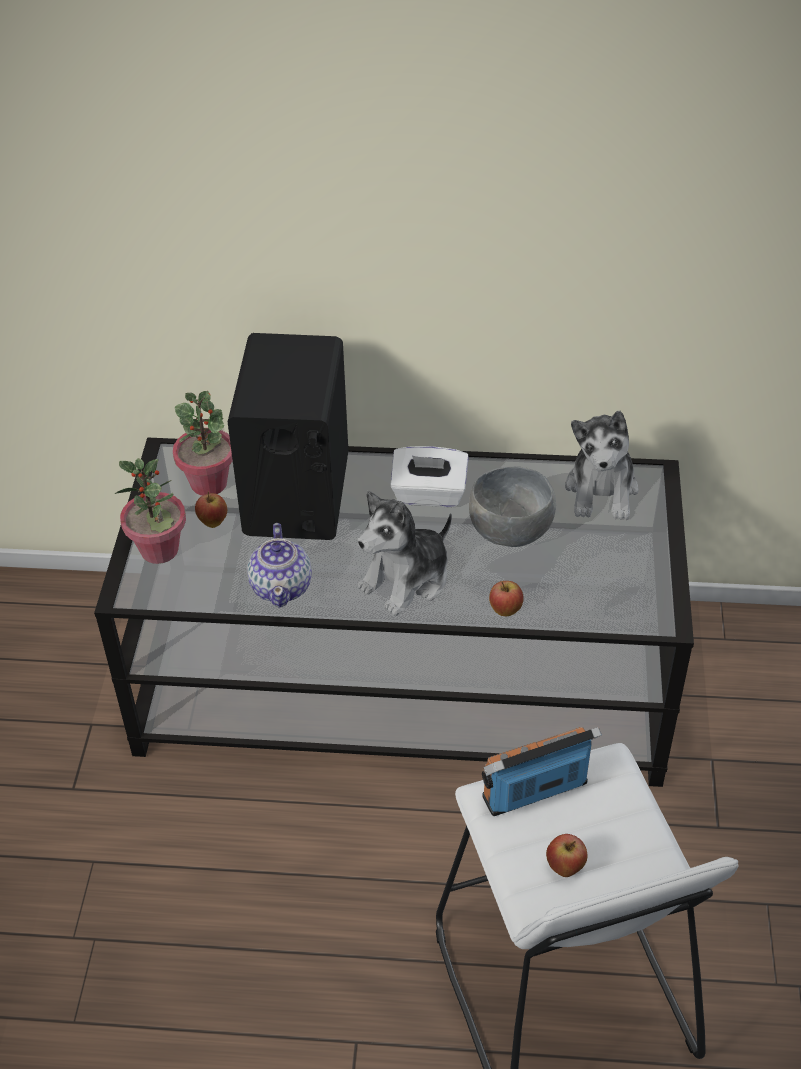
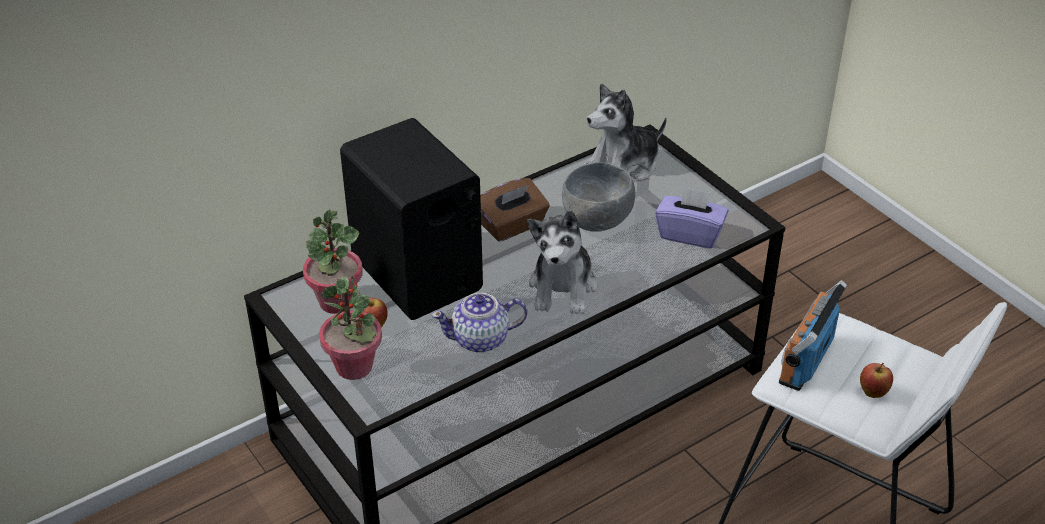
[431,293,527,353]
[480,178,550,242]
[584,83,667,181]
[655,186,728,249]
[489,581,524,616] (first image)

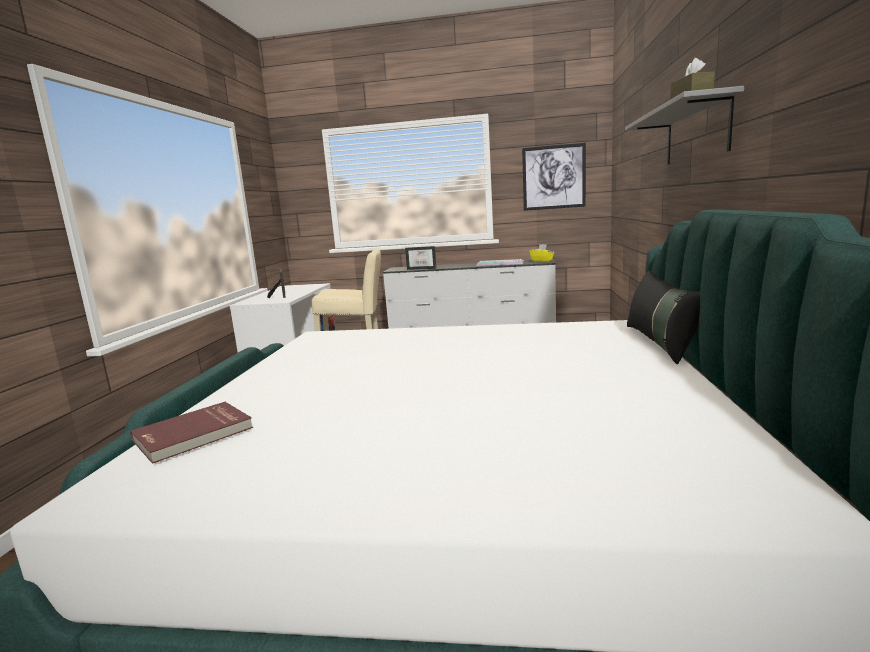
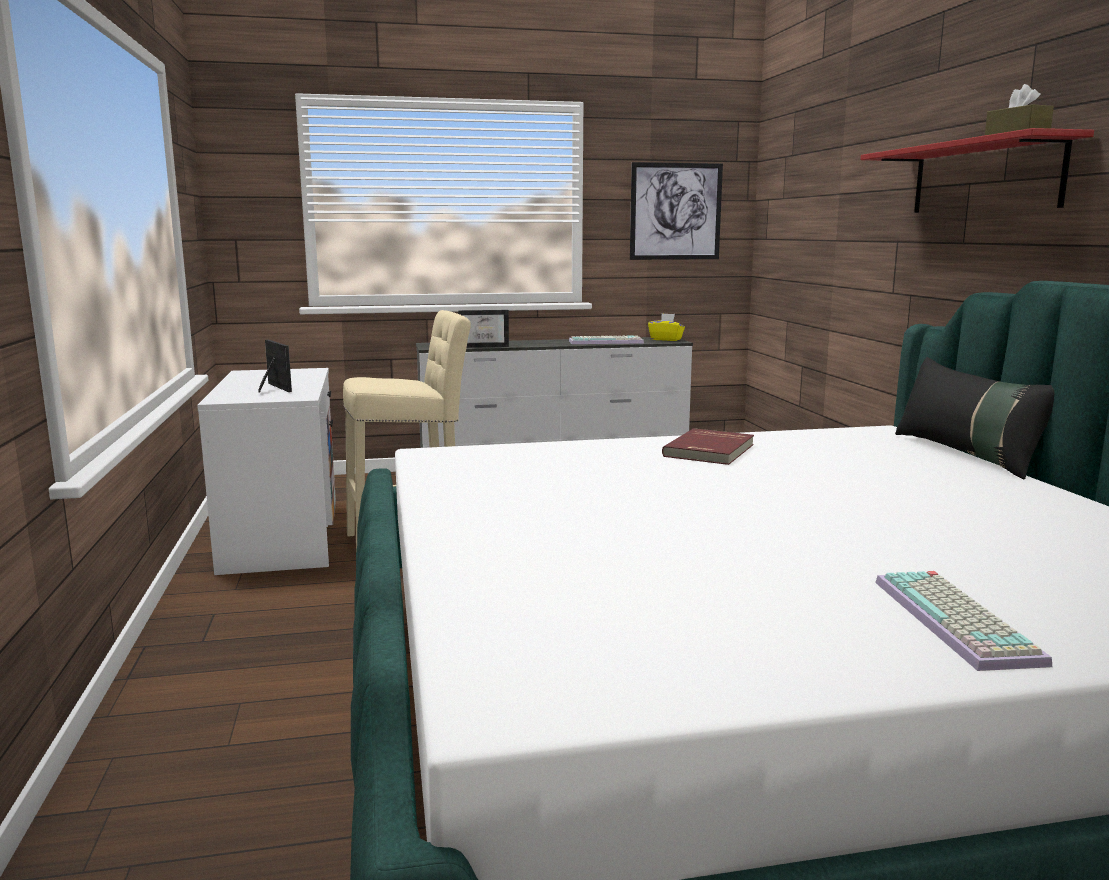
[662,428,754,465]
[860,128,1094,213]
[875,571,1052,671]

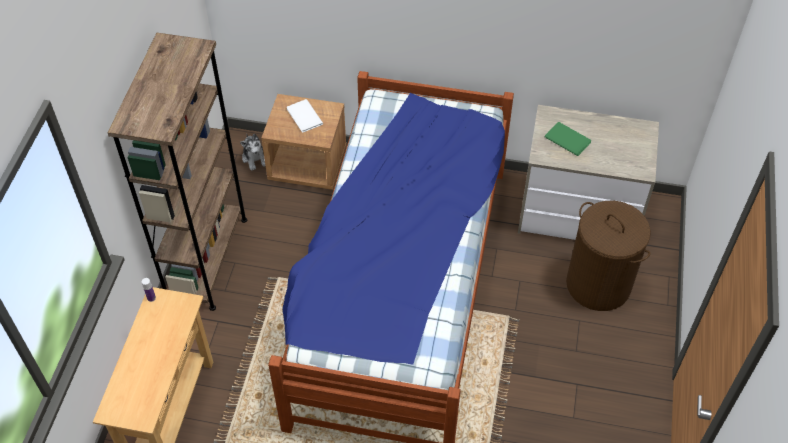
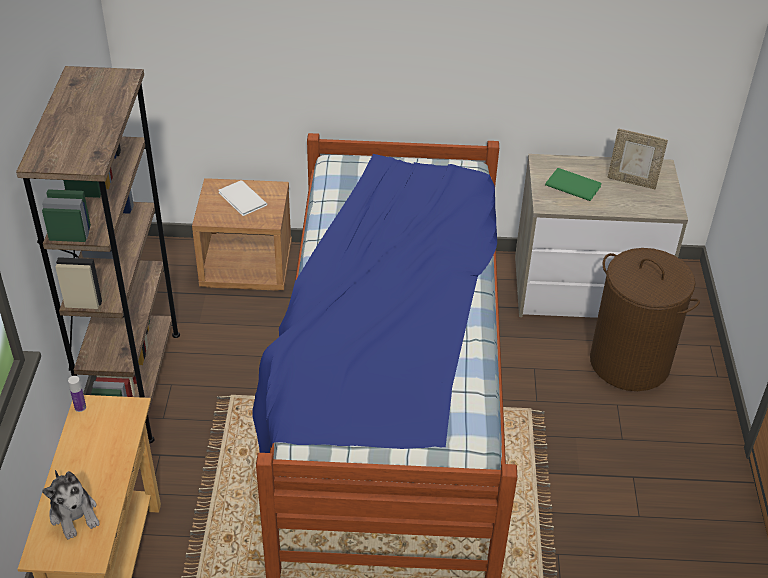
[42,470,100,540]
[607,128,668,189]

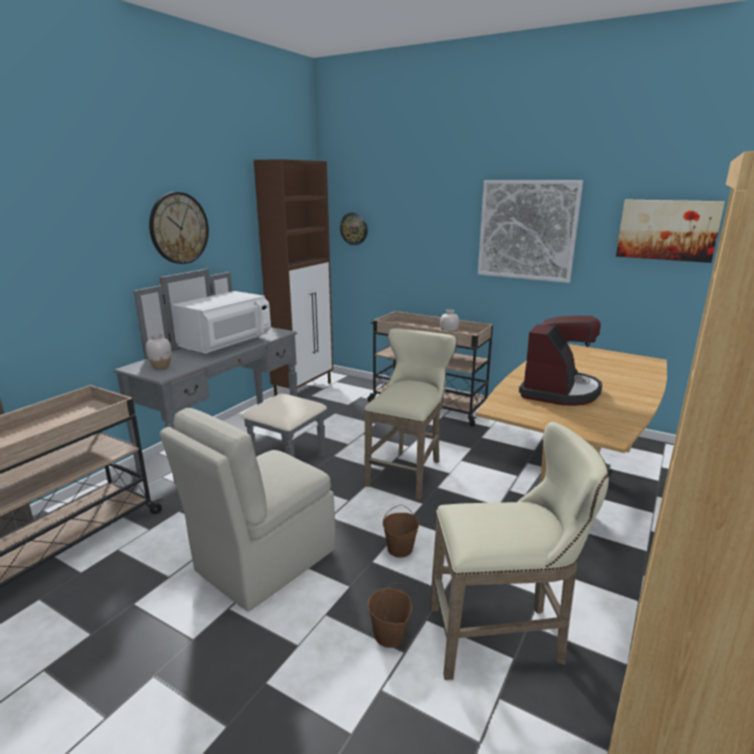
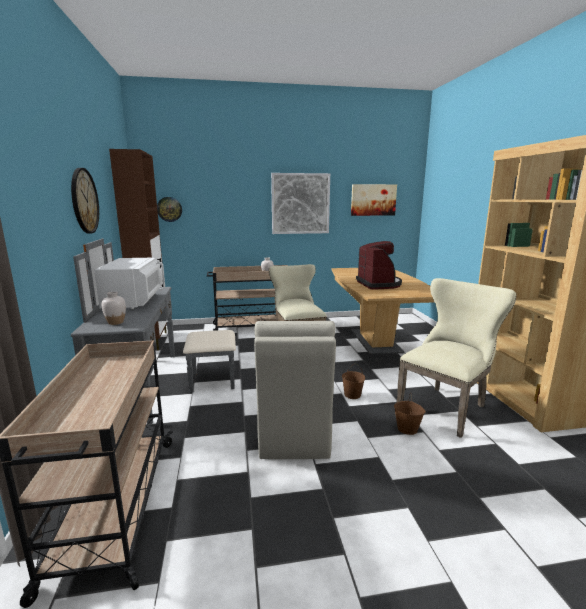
[396,278,516,438]

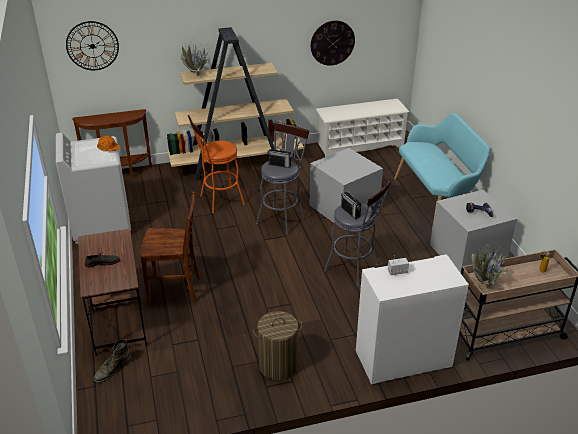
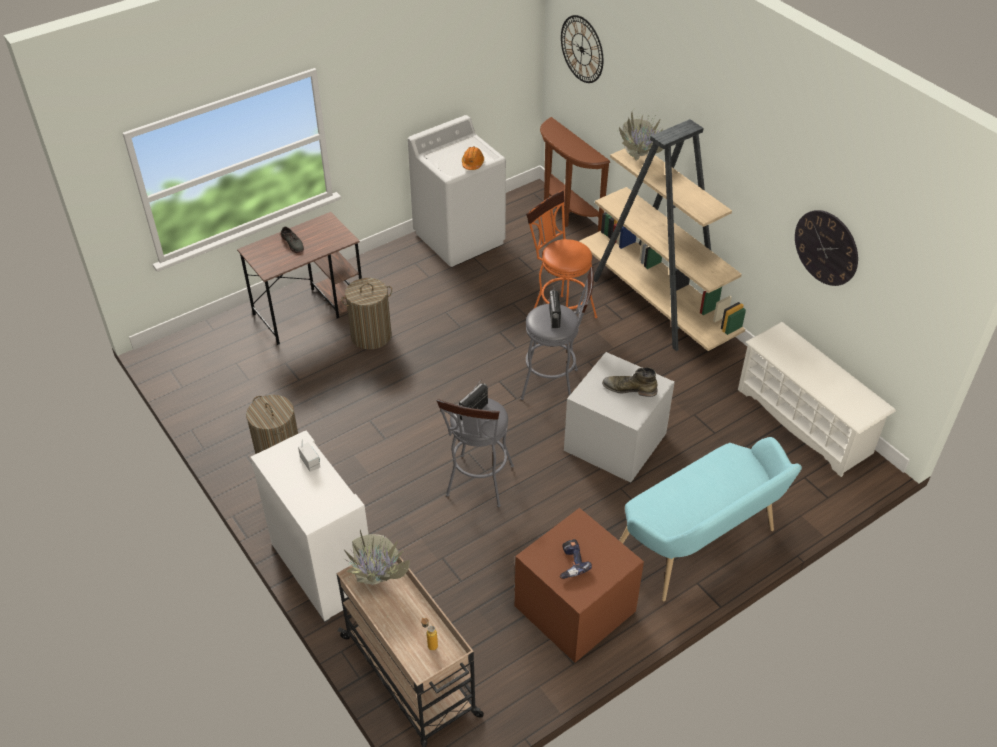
[341,278,392,350]
[515,508,644,663]
[602,367,658,397]

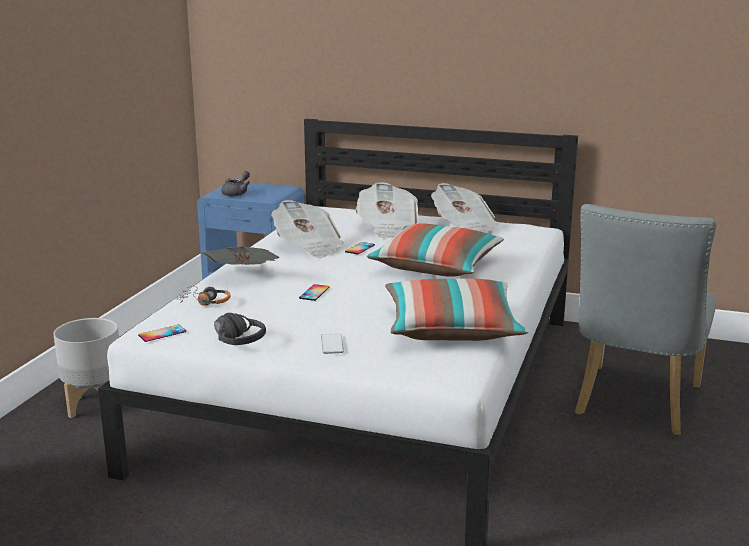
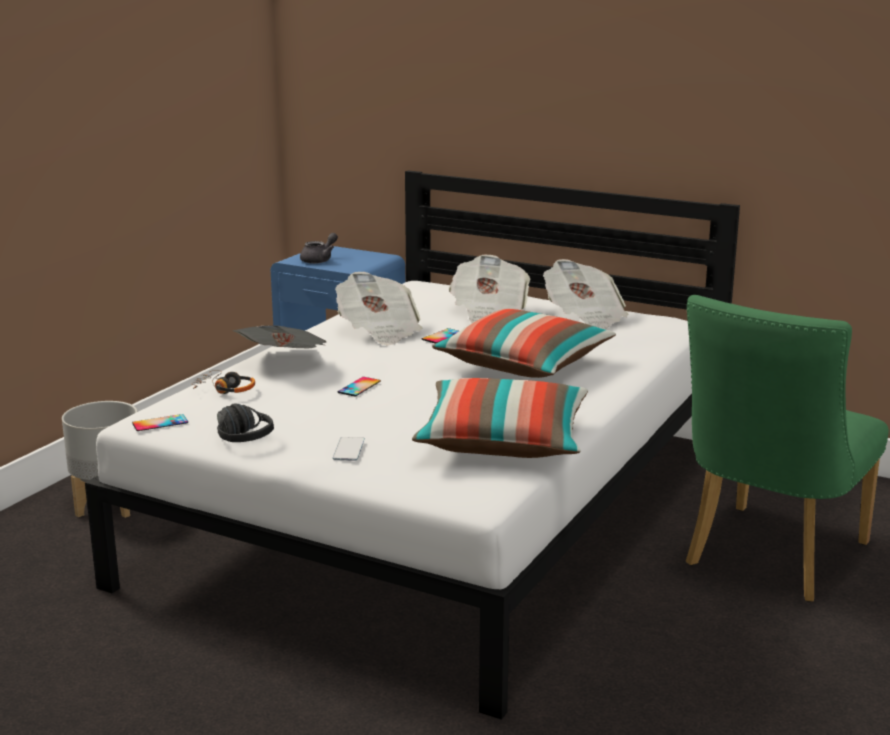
[686,295,889,602]

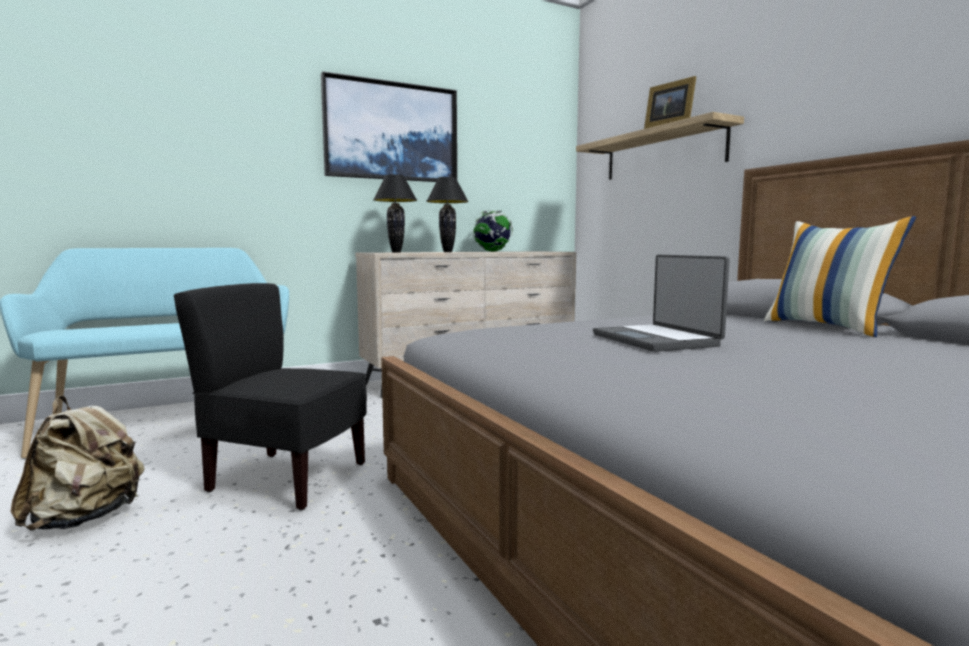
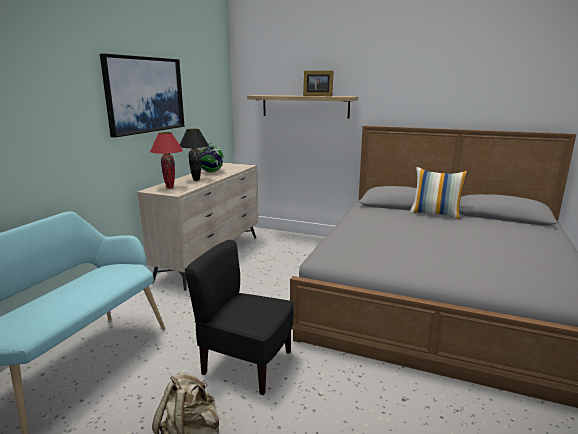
[150,132,183,188]
[185,240,294,395]
[593,255,730,352] (first image)

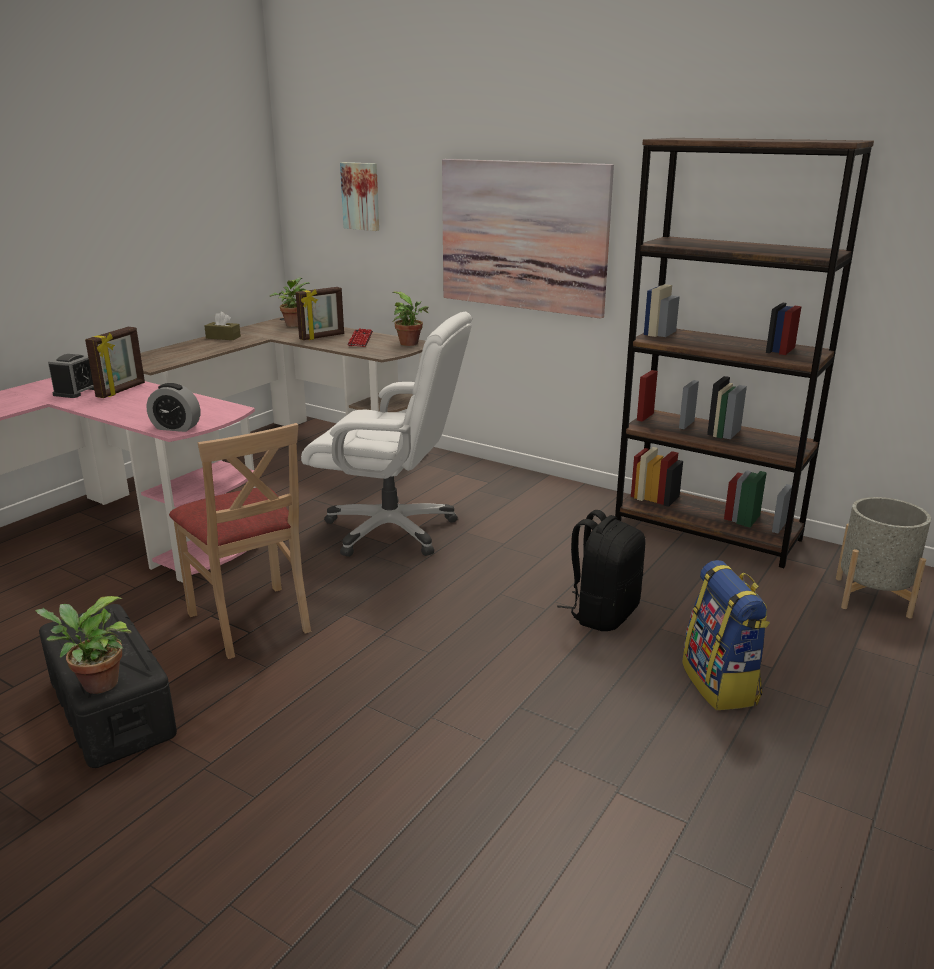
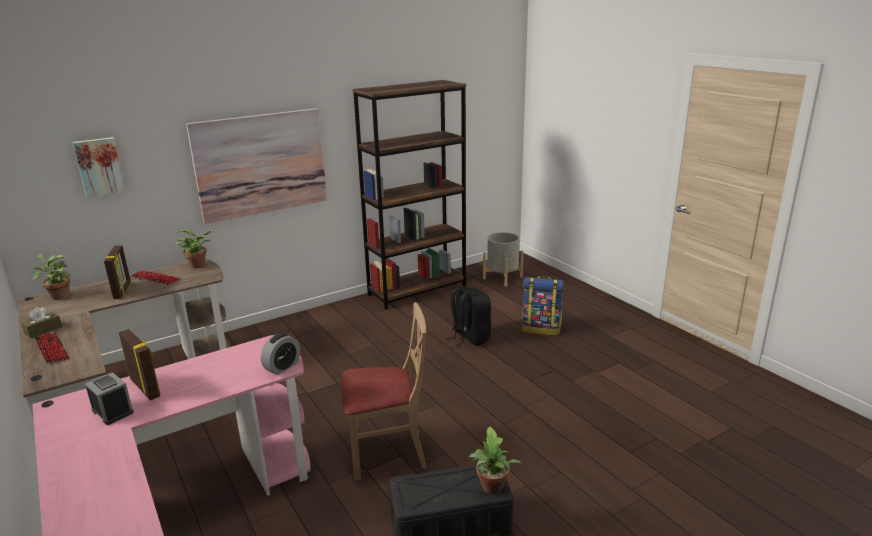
[35,332,69,364]
[301,312,472,557] (first image)

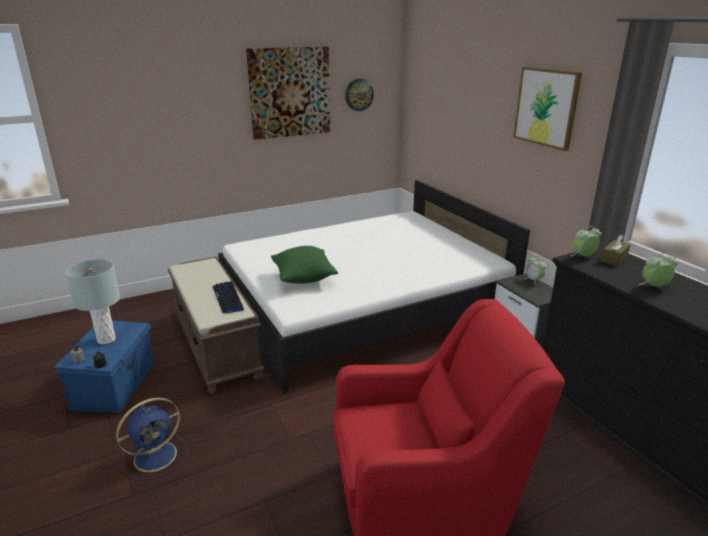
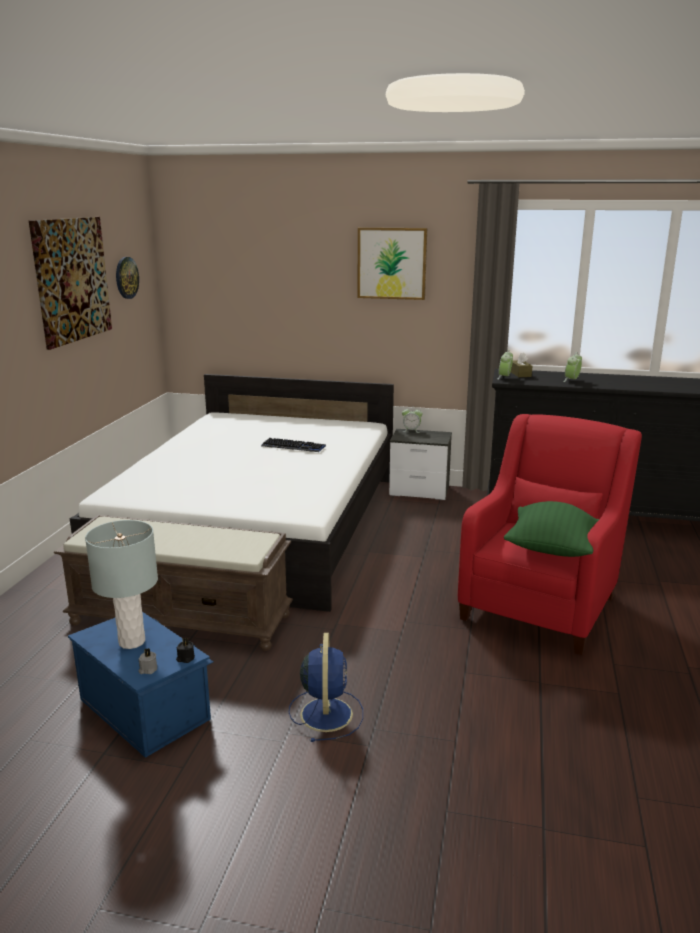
[261,438,326,452]
[504,501,599,557]

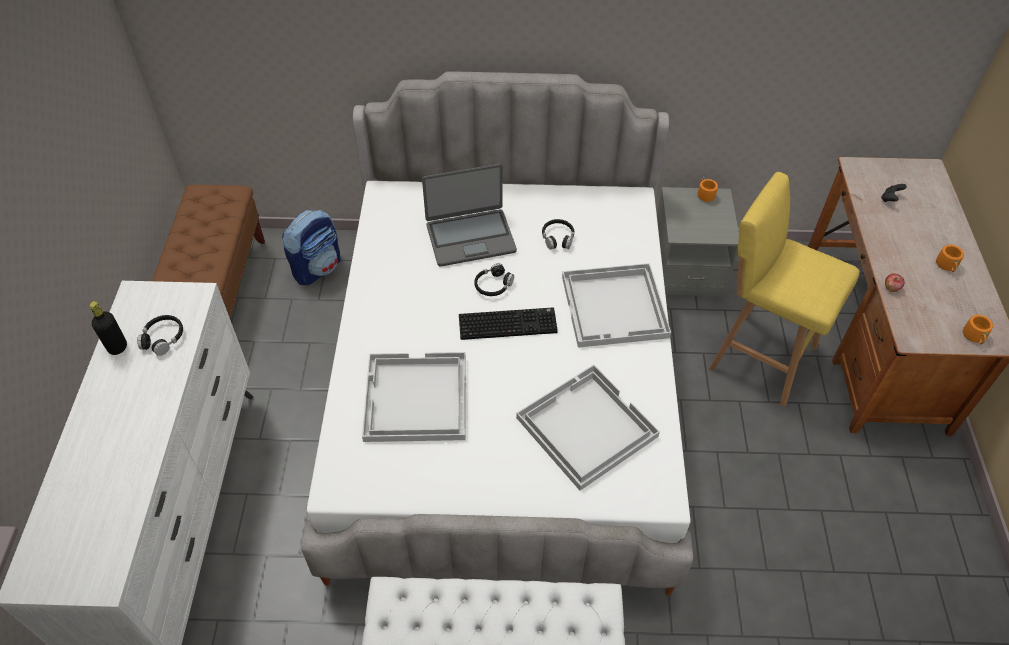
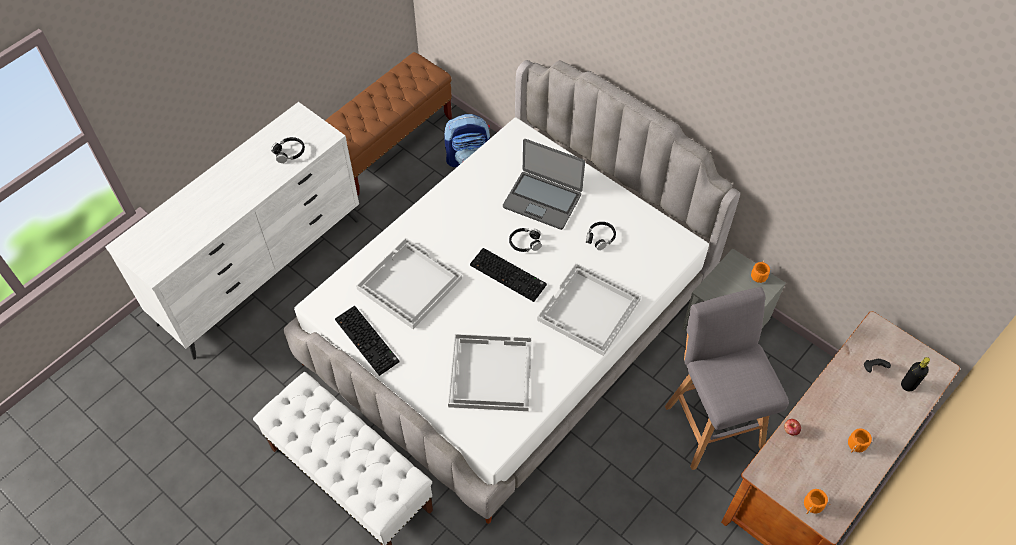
[335,306,400,376]
[665,287,789,470]
[901,357,930,391]

